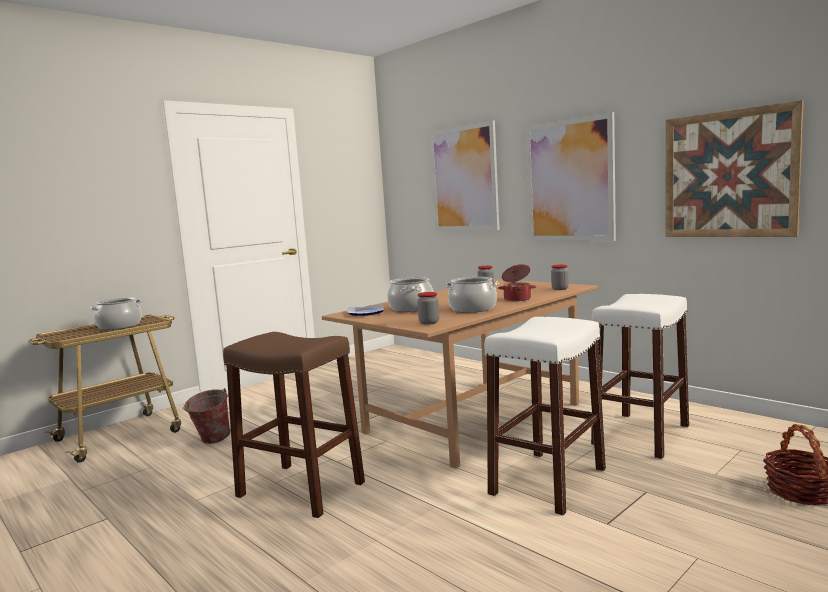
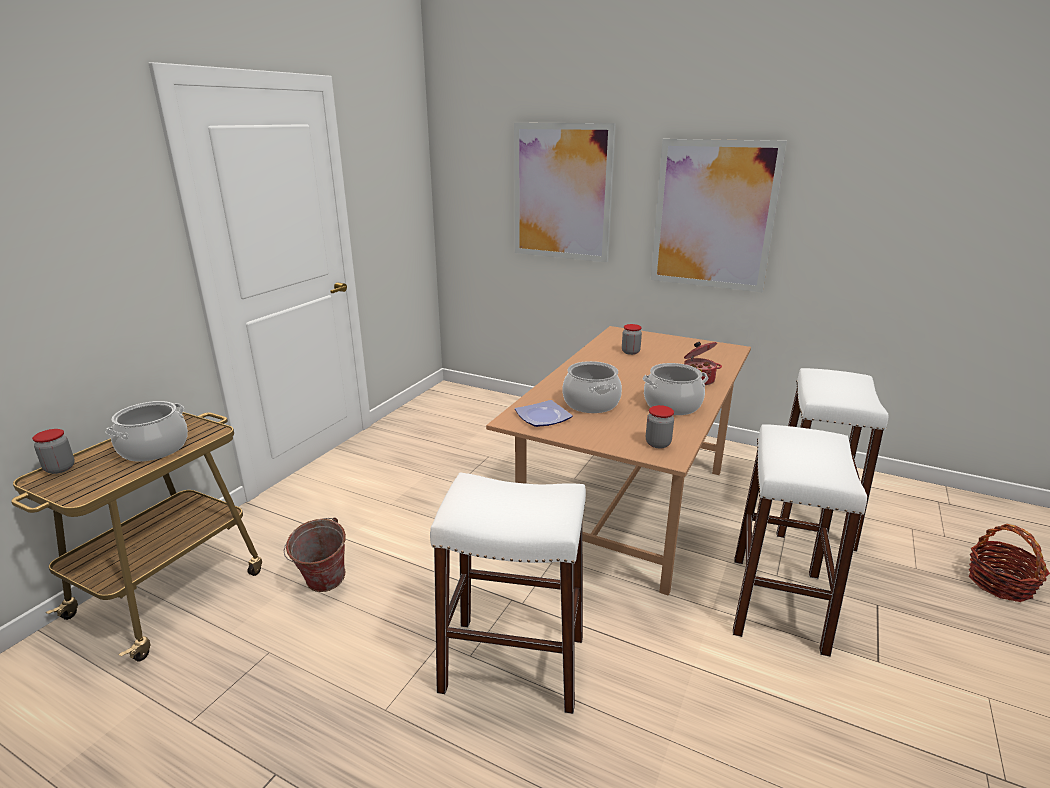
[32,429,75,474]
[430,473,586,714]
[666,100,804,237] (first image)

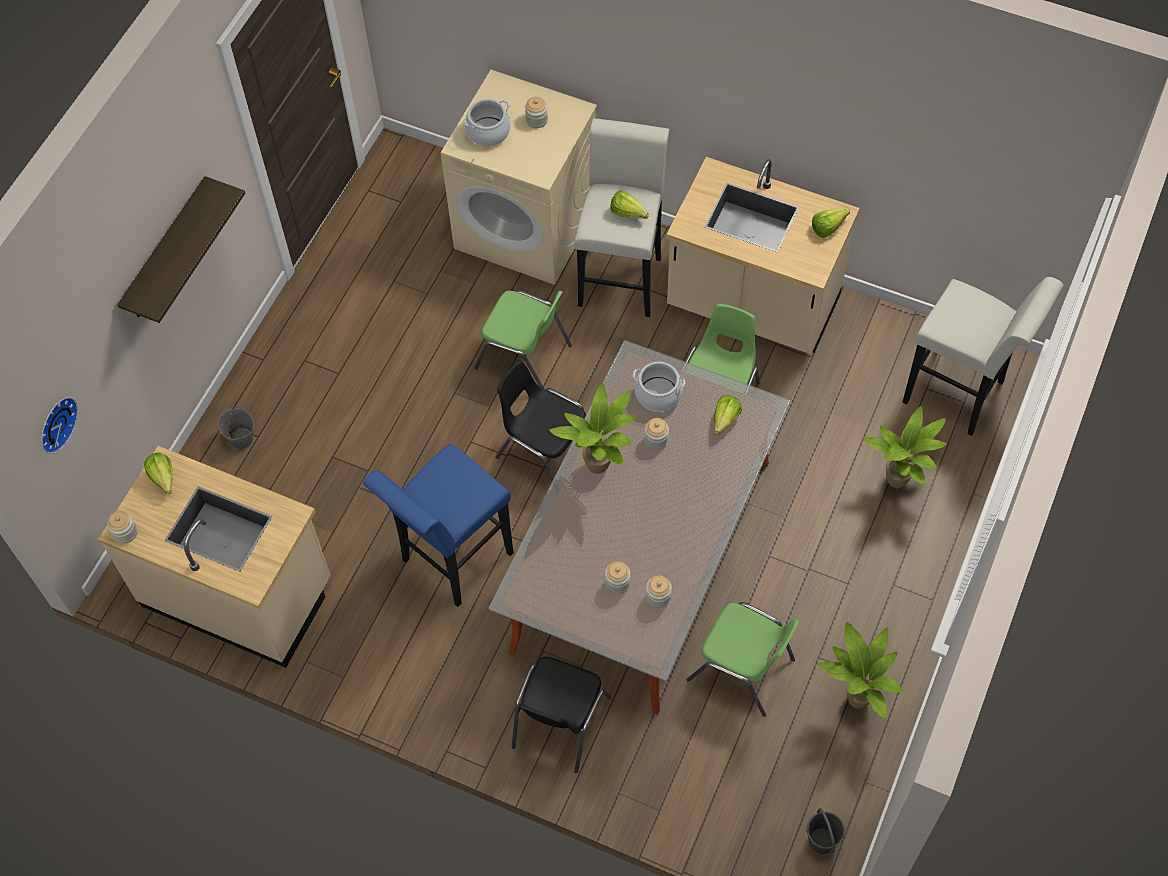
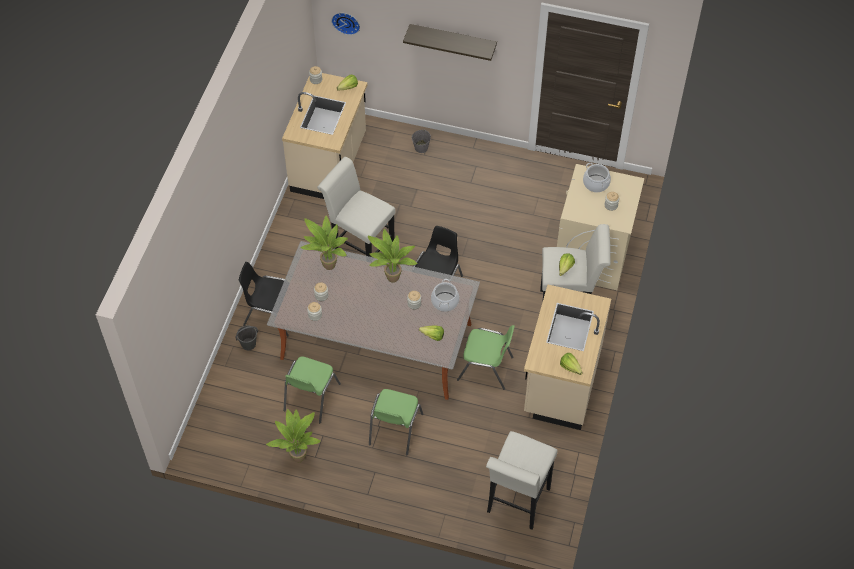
[236,325,258,350]
[300,215,348,270]
[317,157,396,257]
[369,389,423,455]

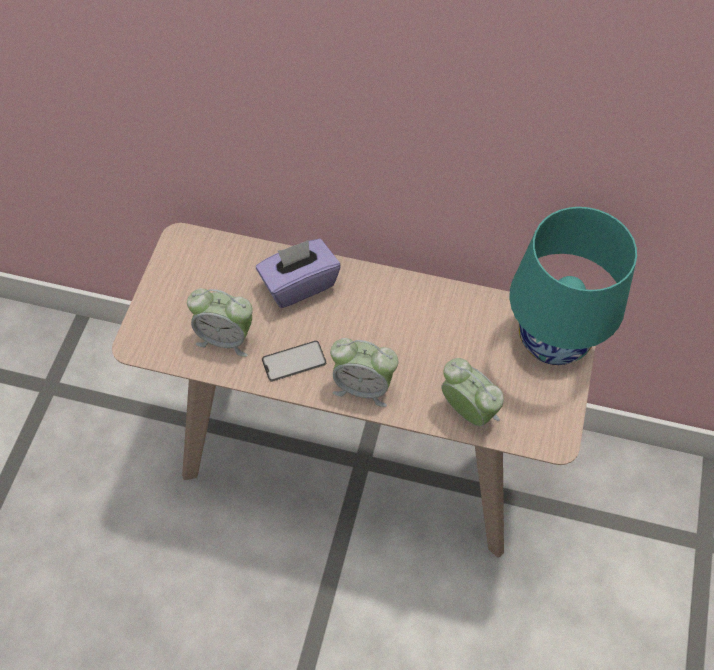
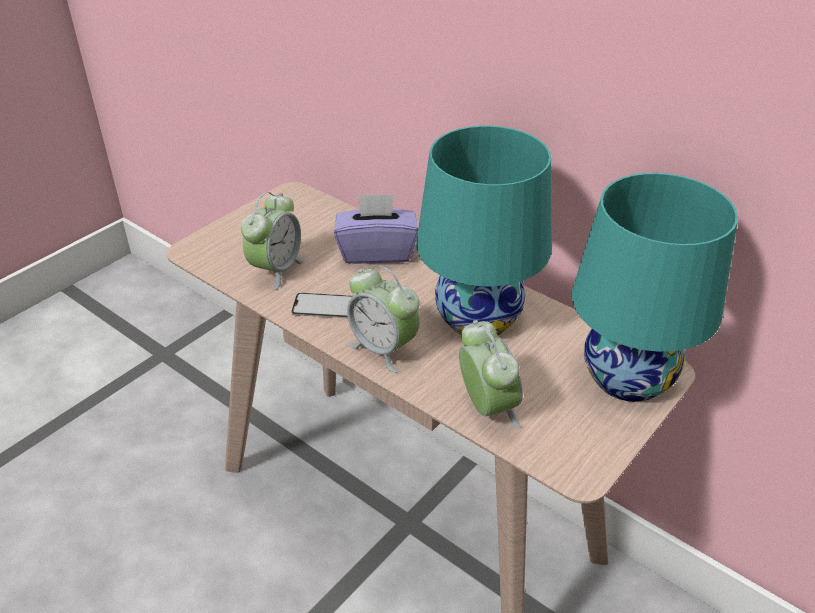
[241,192,305,290]
[417,126,551,336]

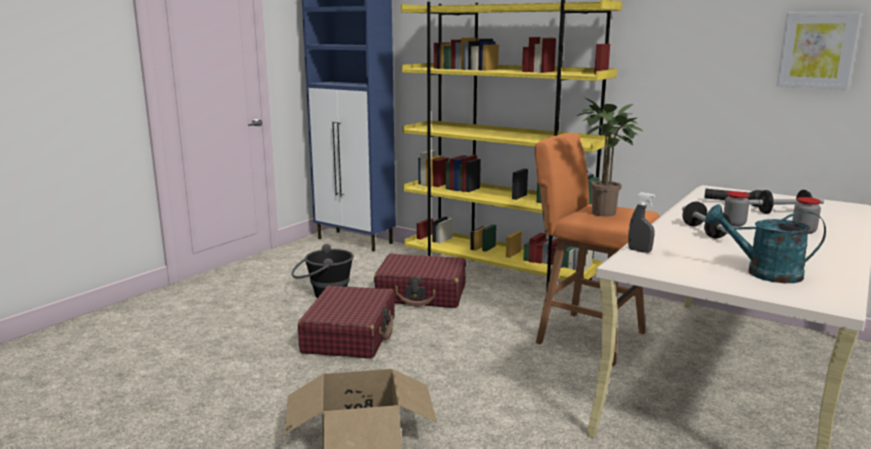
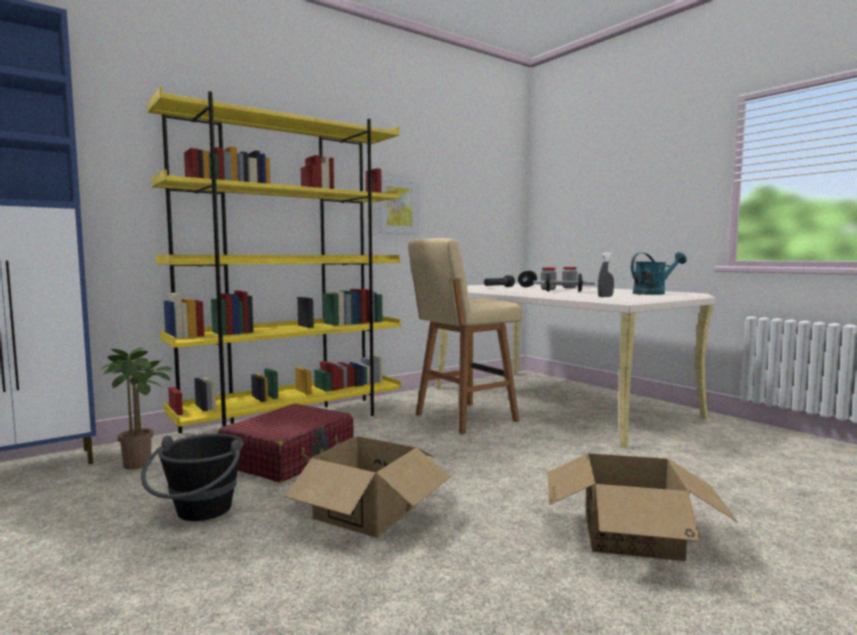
[100,347,172,469]
[282,436,451,537]
[378,178,419,234]
[408,238,522,435]
[631,252,687,295]

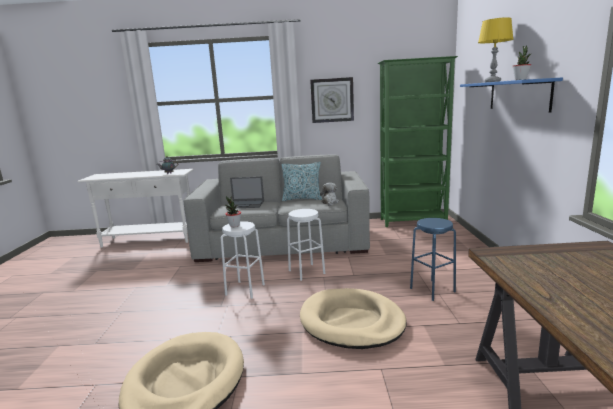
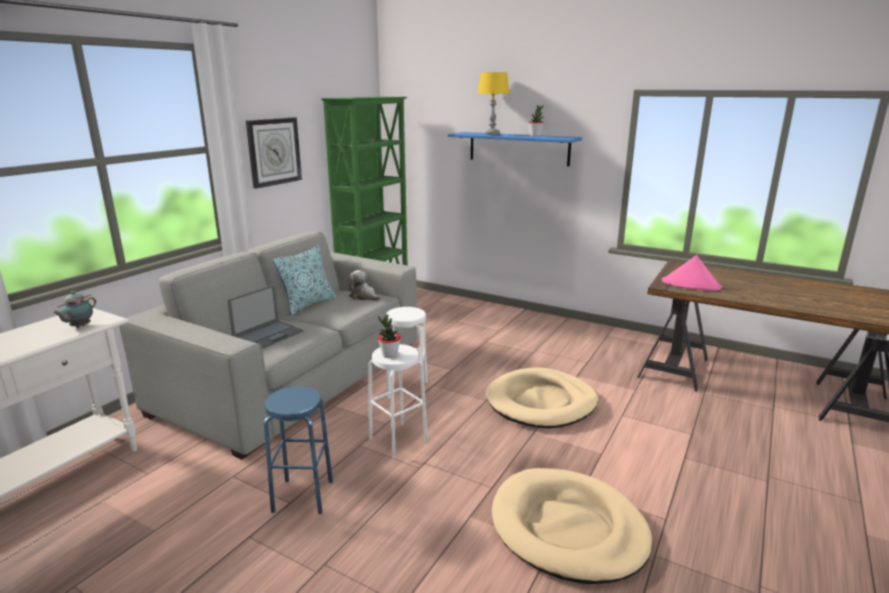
[264,386,333,515]
[662,255,722,291]

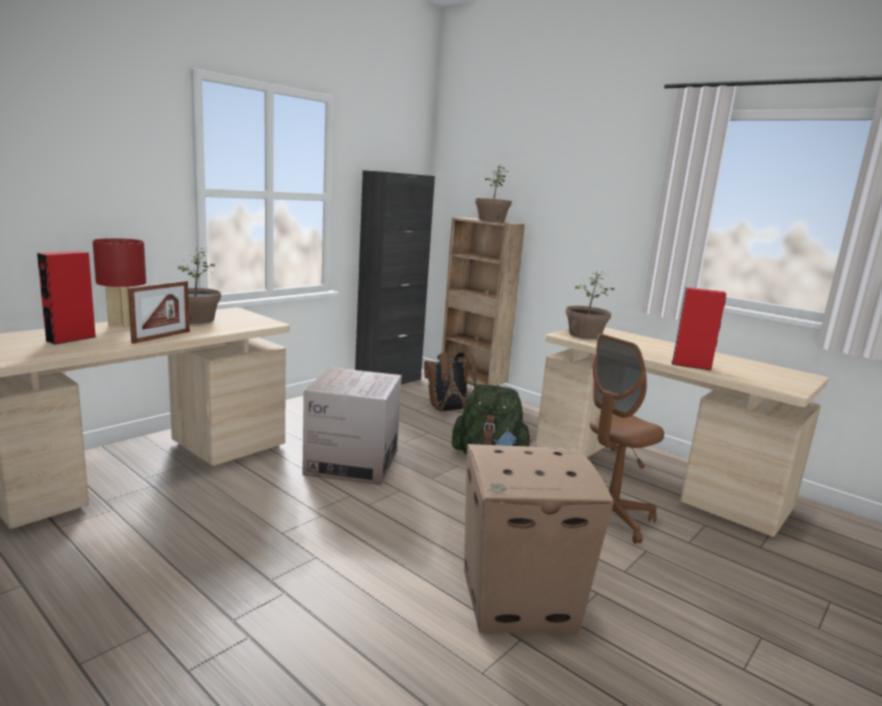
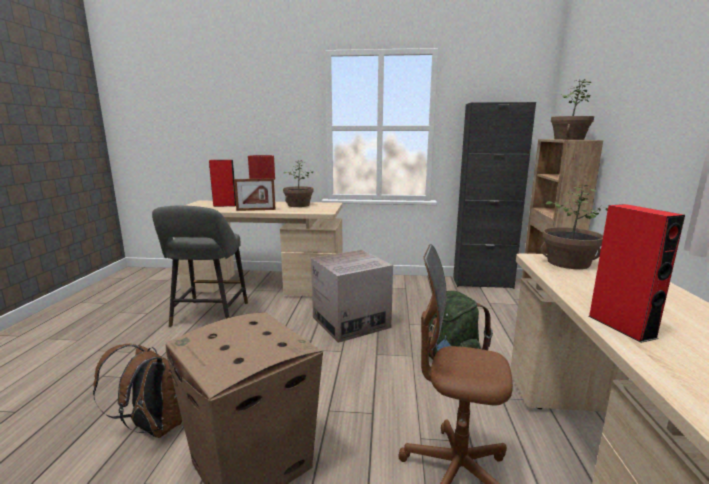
[93,344,182,438]
[152,205,248,327]

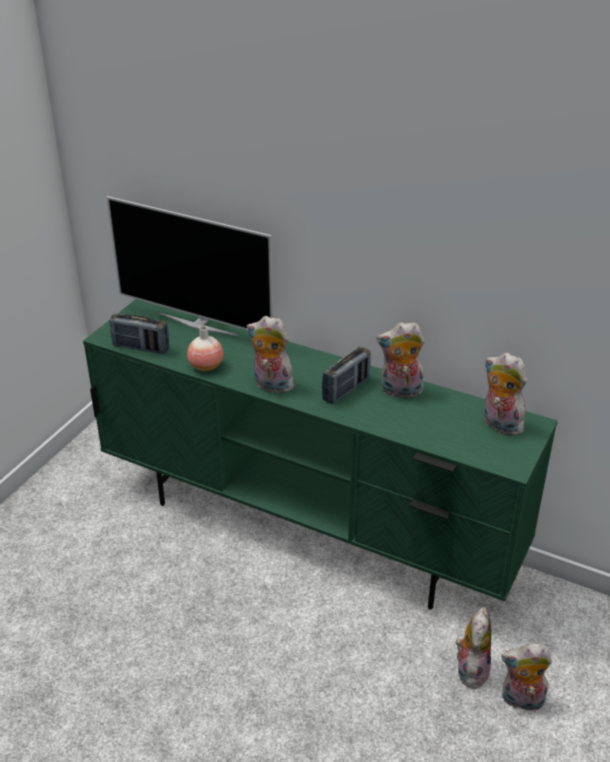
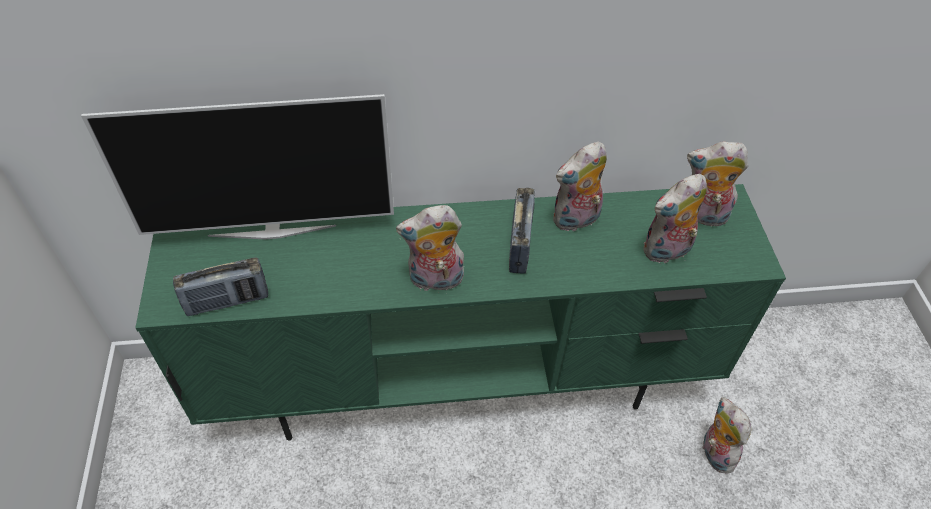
[644,174,707,263]
[187,326,224,372] (first image)

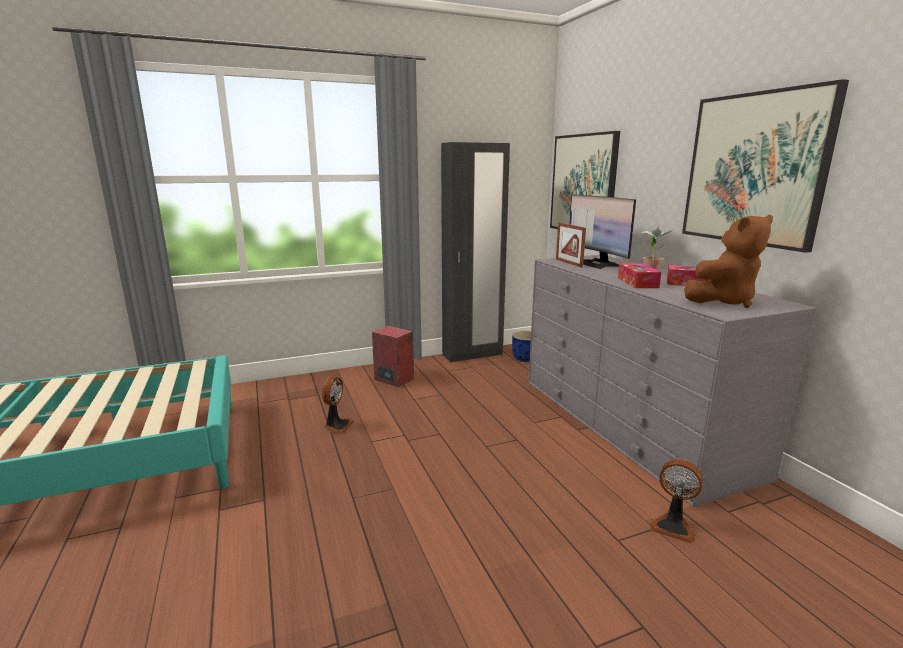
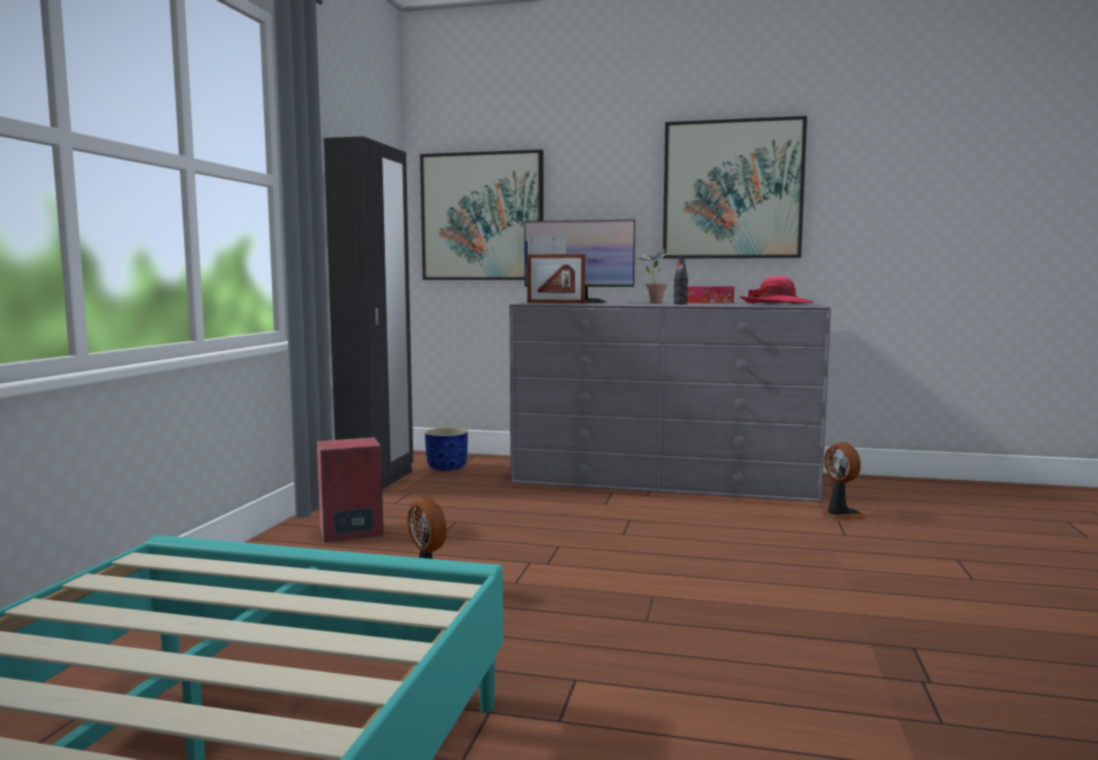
[674,256,688,304]
[739,275,814,304]
[822,442,867,519]

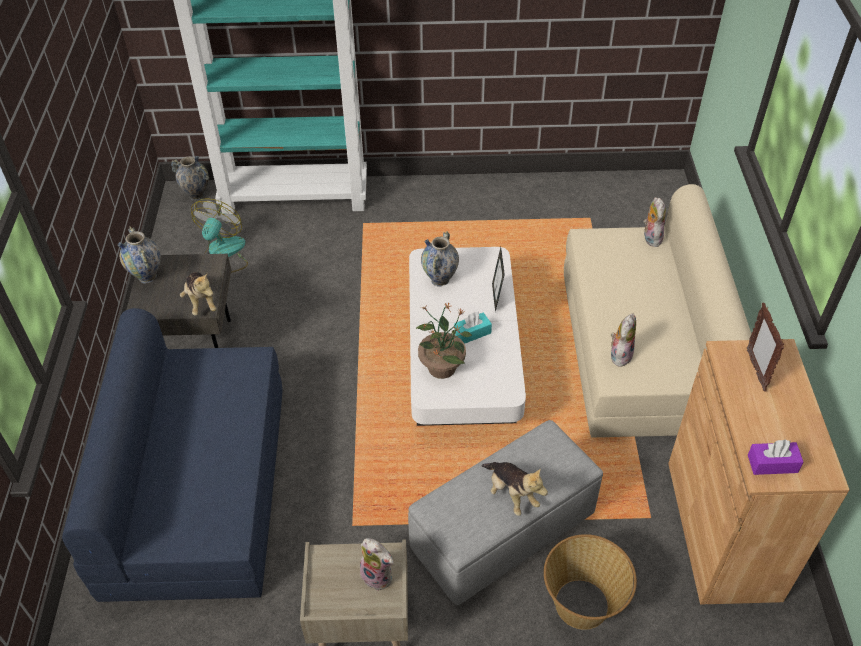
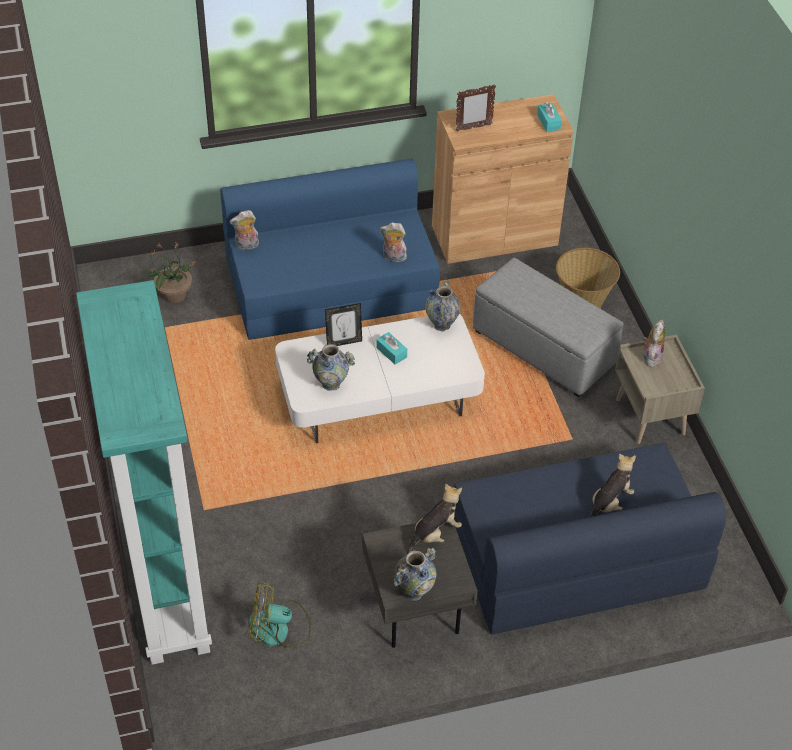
[142,243,197,303]
[220,159,440,340]
[425,280,461,331]
[537,102,562,132]
[590,454,636,517]

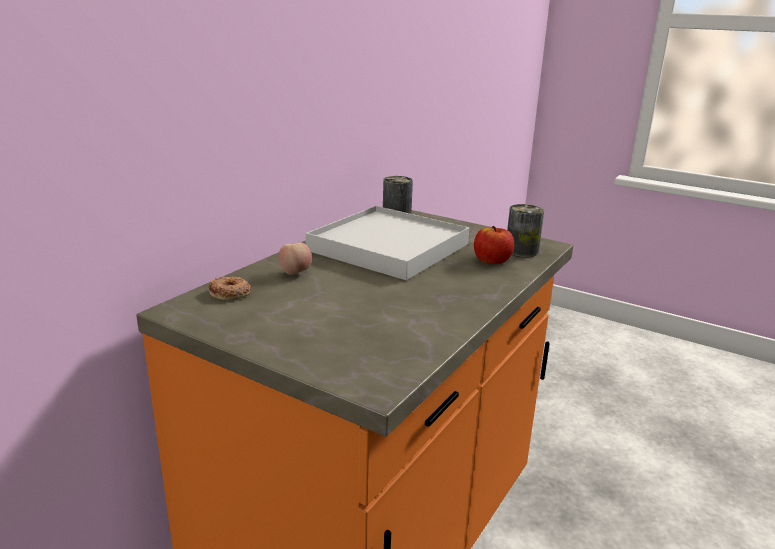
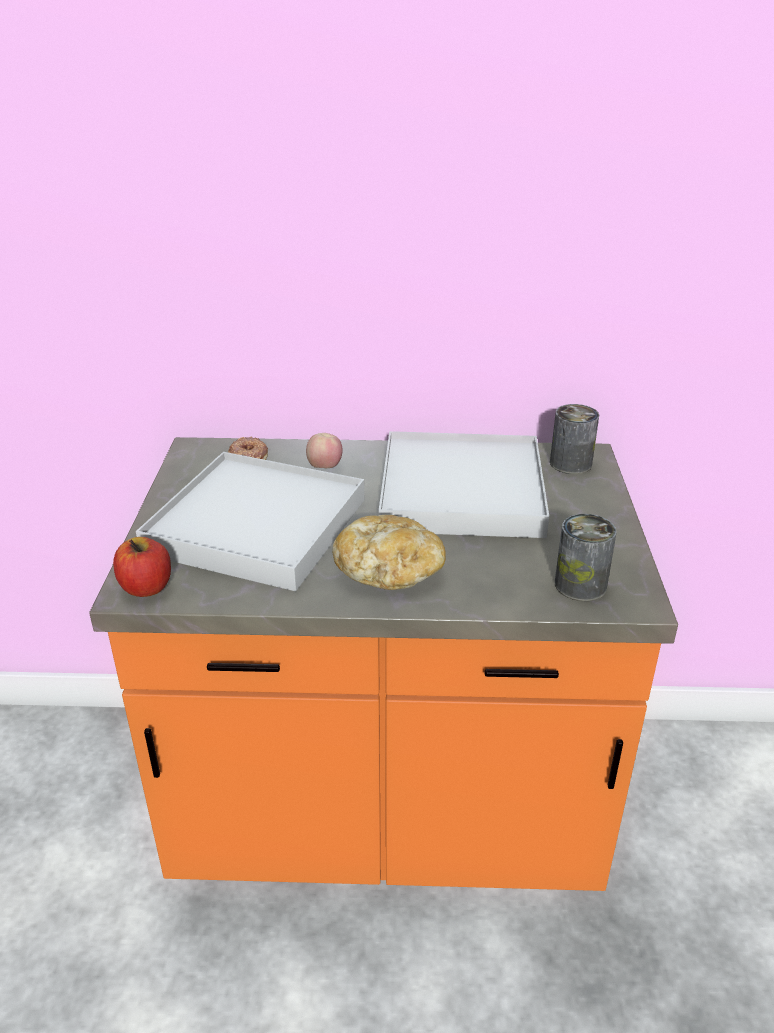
[113,537,171,597]
[136,452,364,591]
[332,515,446,590]

